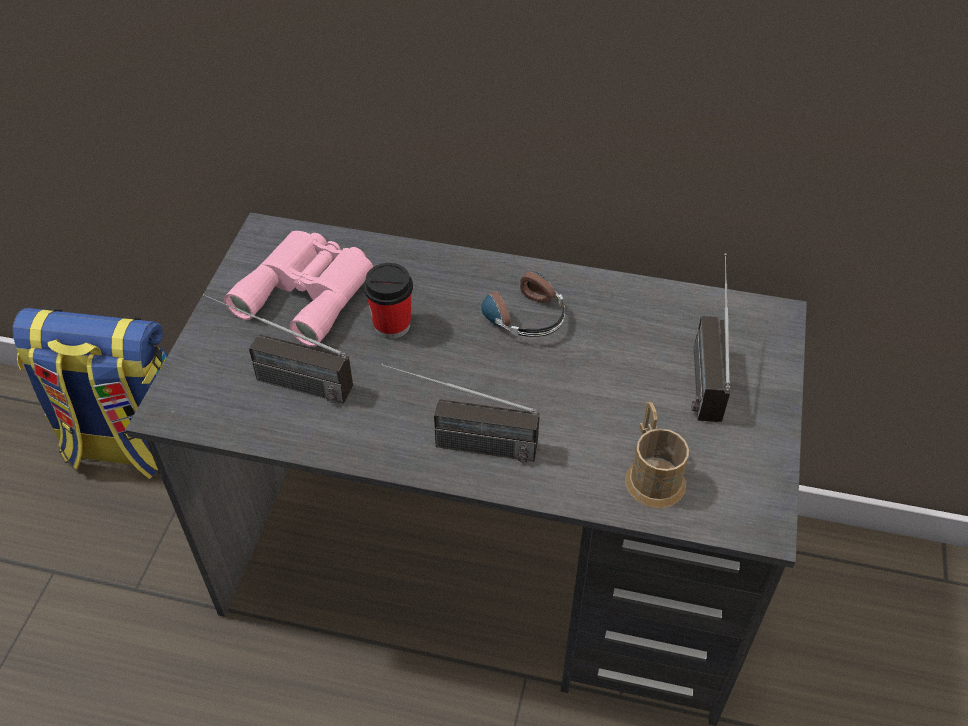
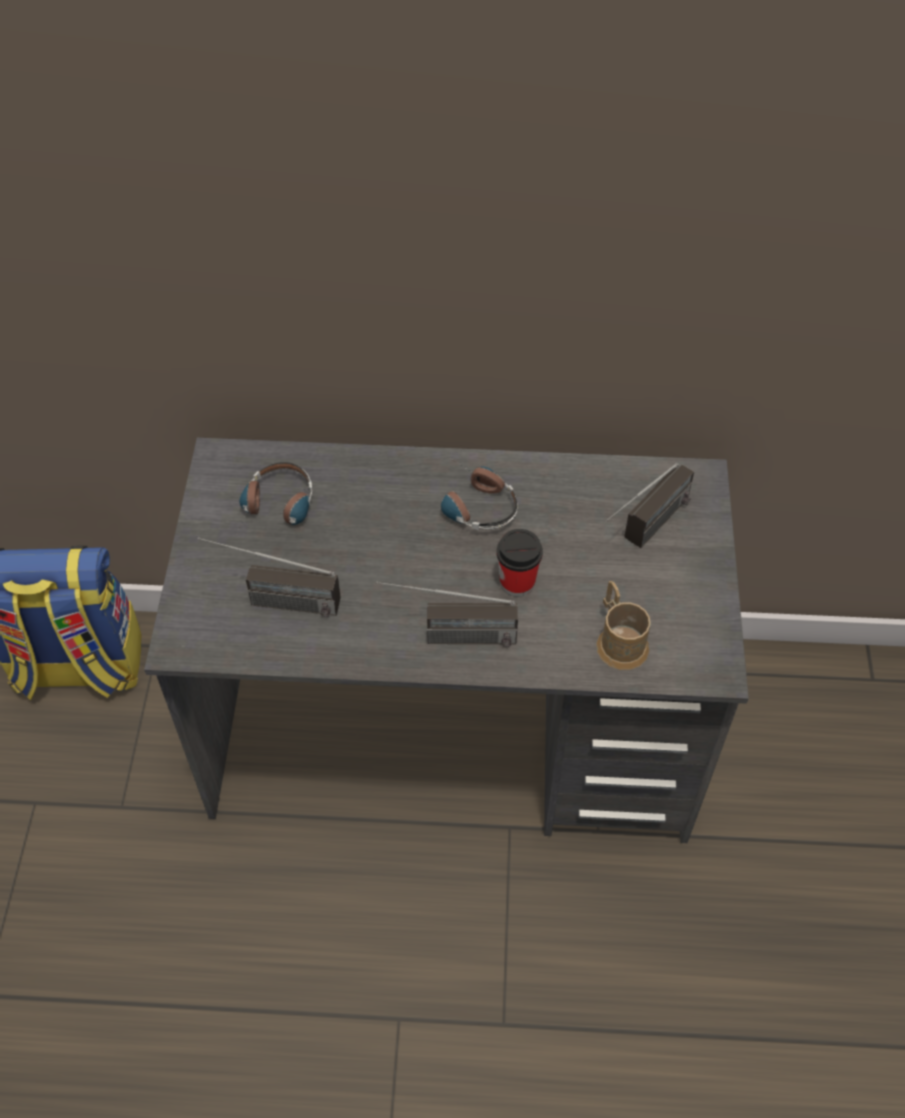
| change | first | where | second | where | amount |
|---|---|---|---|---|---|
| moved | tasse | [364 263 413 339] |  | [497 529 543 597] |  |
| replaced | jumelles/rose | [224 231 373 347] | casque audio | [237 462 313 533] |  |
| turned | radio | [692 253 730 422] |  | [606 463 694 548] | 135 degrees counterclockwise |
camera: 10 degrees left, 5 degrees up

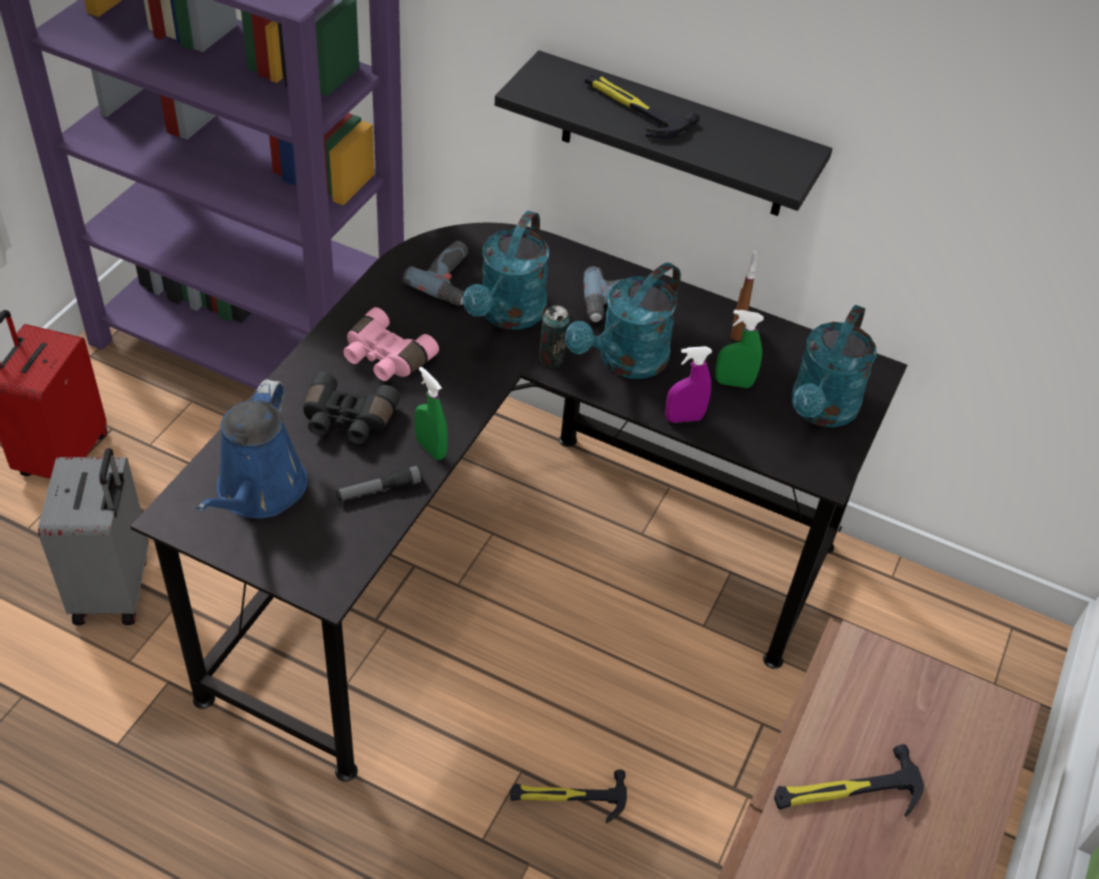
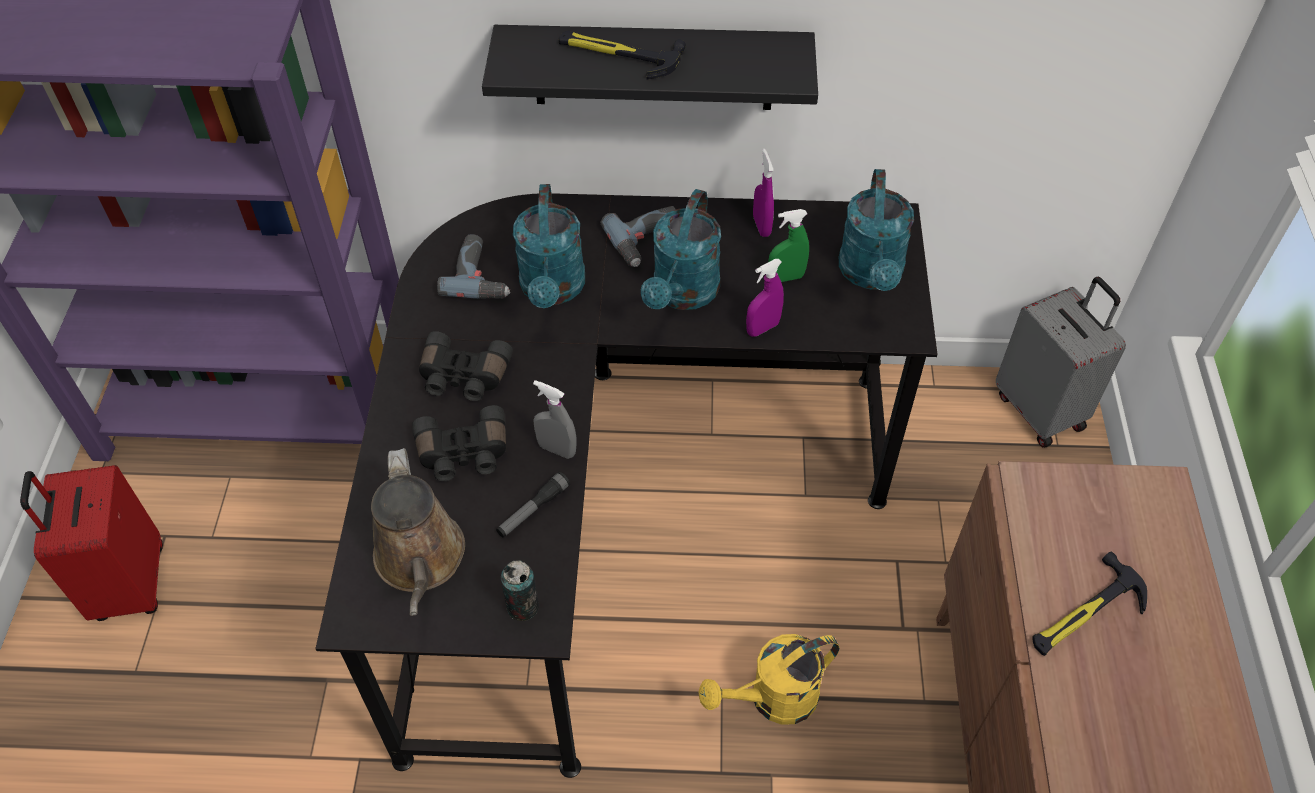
| change | first | where | second | where | amount |
|---|---|---|---|---|---|
| moved | valise/gris | [38 448 149 625] |  | [996 277 1126 447] |  |
| moved | boîte métallique | [539 305 570 367] |  | [501 560 539 621] |  |
| replaced | marteau | [510 770 627 823] | arrosoir/jaune | [698 634 839 725] |  |
| recoloured | arrosoir/bleu | [196 379 308 518] | arrosoir/marron | [371 448 465 616] |  |
| recoloured | jumelles/rose | [343 307 439 381] | jumelles/noir | [419 331 513 401] |  |
| recoloured | vaporisateur/vert | [415 367 448 460] | vaporisateur/gris | [533 380 577 459] |  |
| recoloured | vaporisateur/marron | [731 250 757 341] | vaporisateur/violet | [753 149 774 237] |  |
camera: 20 degrees left, 5 degrees up

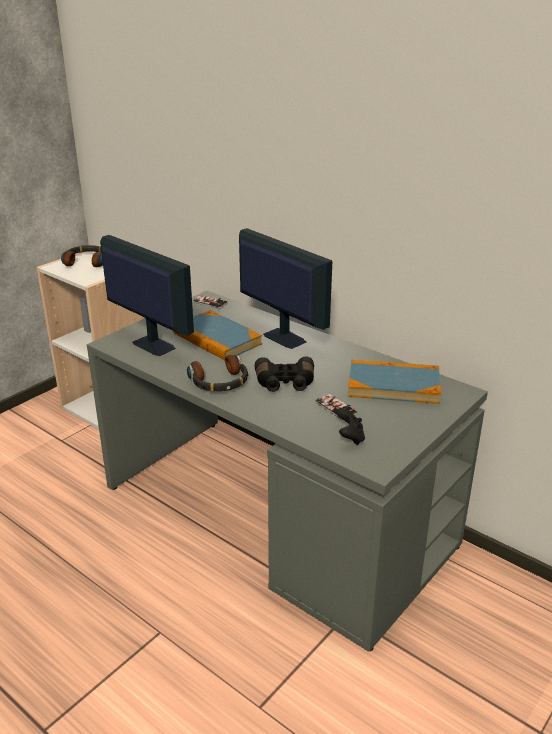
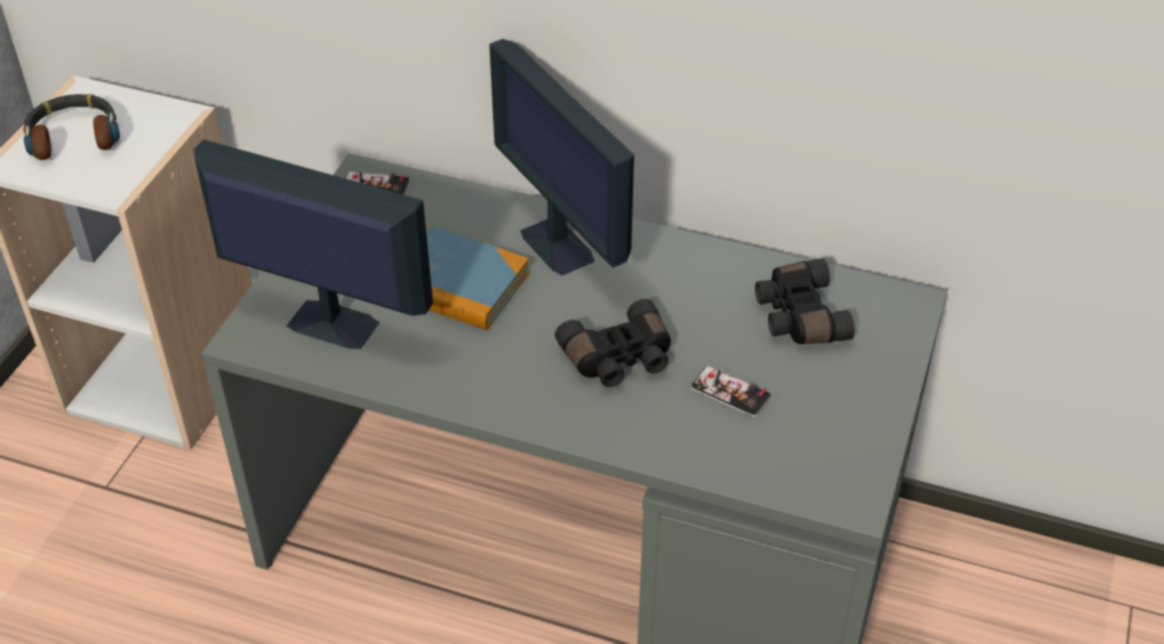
| change | first | where | second | where | amount |
|---|---|---|---|---|---|
| removed | casque audio | [187 355 248 392] |  |  |  |
| removed | manette/noir | [336 408 365 445] |  |  |  |
| replaced | livre | [348 360 441 404] | jumelles/noir | [755 258 855 344] |  |
| turned | écran d'ordinateur | [239 228 332 349] |  | [489 39 634 276] | 150 degrees counterclockwise |
camera: 20 degrees left, 15 degrees up

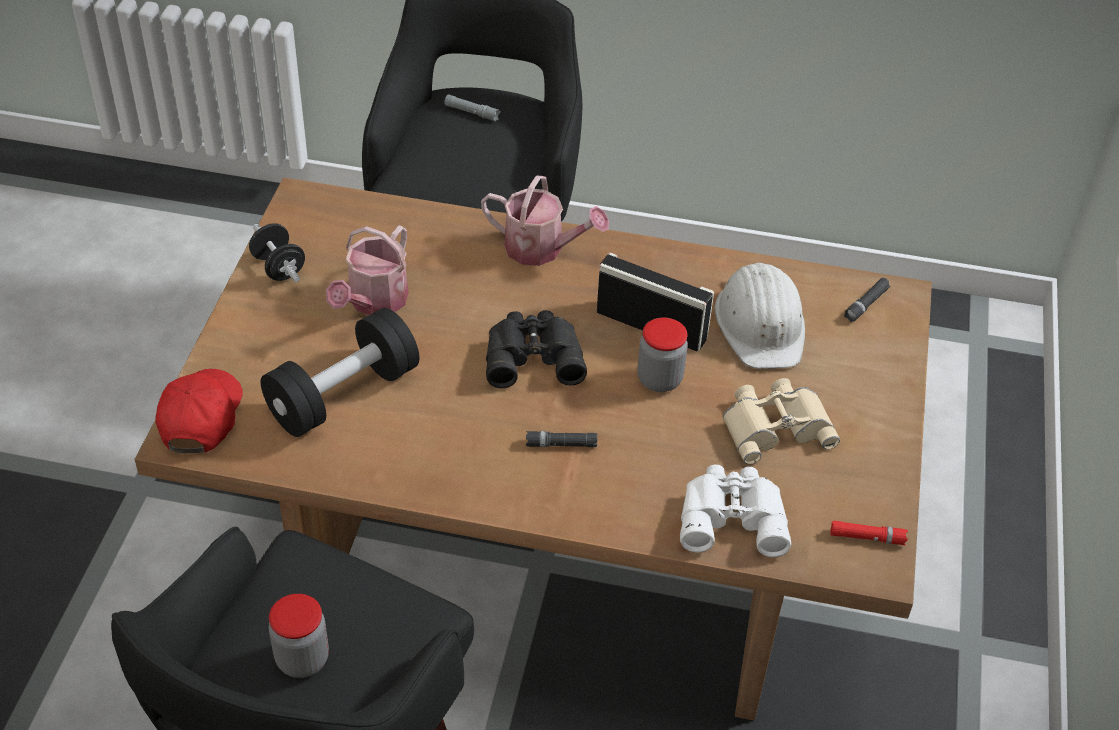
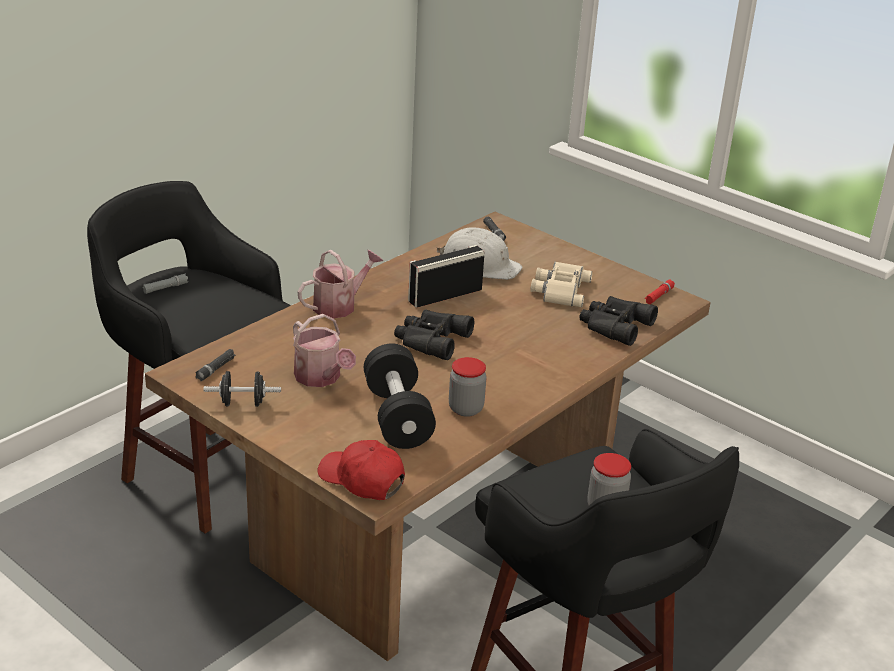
| change | first | where | second | where | amount |
|---|---|---|---|---|---|
| moved | lampe de poche/noir | [526 431 597 447] |  | [195 349 235 381] |  |
| moved | bocal | [637 318 688 392] |  | [449 357 487 417] |  |
| recoloured | jumelles/blanc | [680 465 791 557] | jumelles/noir | [579 296 658 346] |  |
camera: 60 degrees left, 15 degrees down

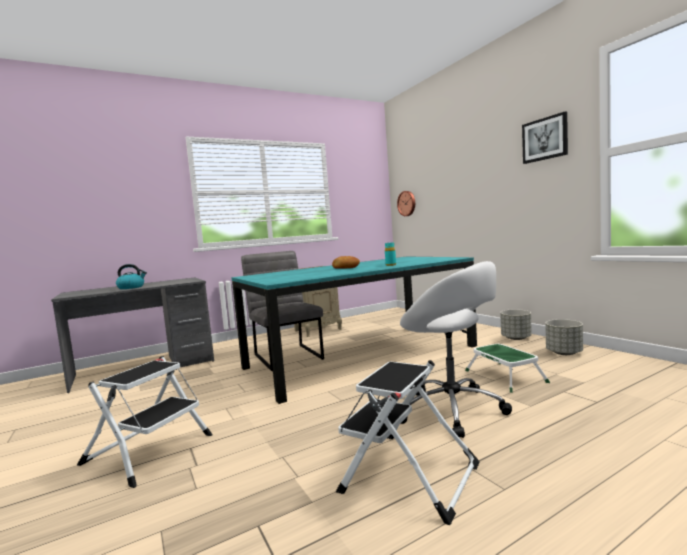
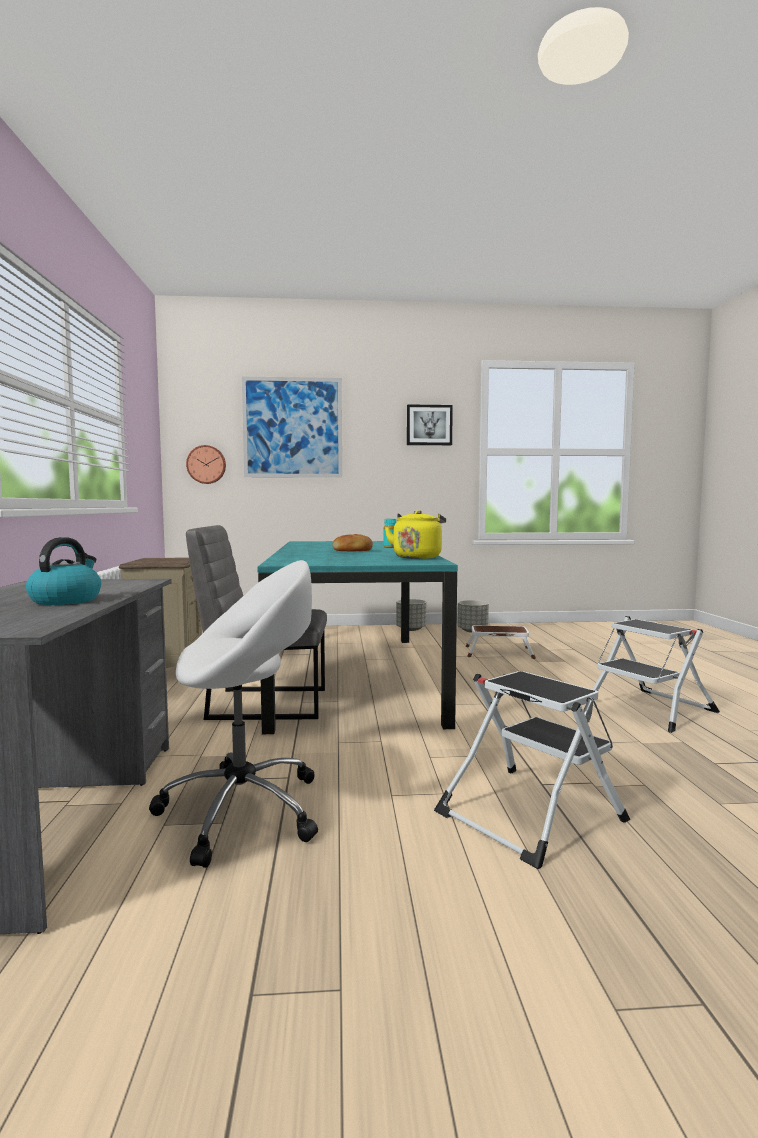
| change | first | where | second | where | amount |
|---|---|---|---|---|---|
| added |  |  | tableau | [242 376 342 478] |  |
| added |  |  | bouilloire/jaune | [385 510 446 559] |  |
| moved | chaise de bureau/blanc | [400 261 512 438] |  | [149 560 318 868] |  |
| recoloured | escabeau/vert | [465 344 550 393] | escabeau/marron | [465 625 536 659] |  |
camera: 65 degrees left, 0 degrees up

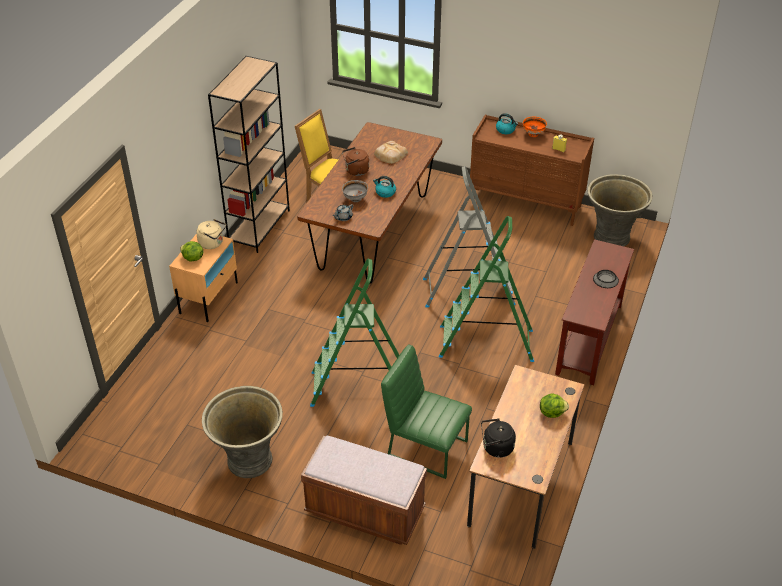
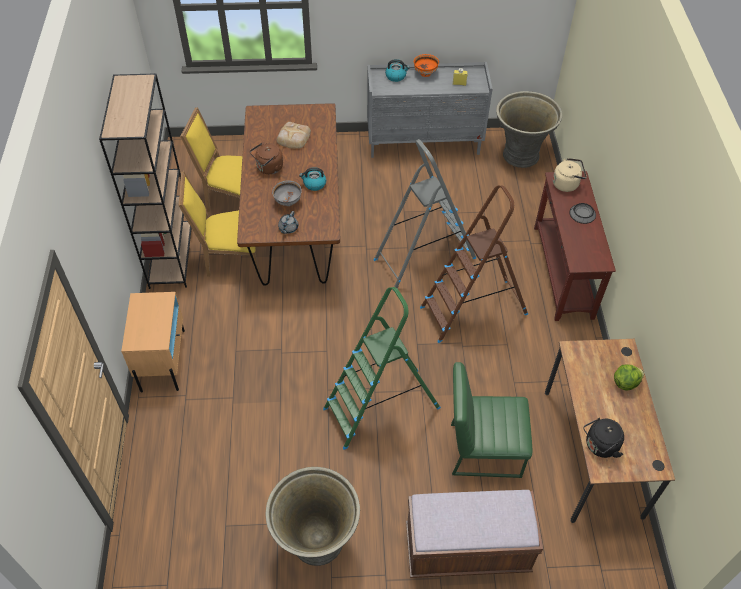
| change | first | where | second | where | amount |
|---|---|---|---|---|---|
| removed | laitue | [180 241 203 261] |  |  |  |
| added |  |  | chaise/jaune | [179 171 261 278] |  |
| moved | bouilloire/beige | [196 219 226 249] |  | [553 158 587 192] |  |
| recoloured | escabeau/vert | [439 216 534 362] | escabeau/marron | [420 186 528 343] |  |
| recoloured | meuble de rangement/marron | [469 115 594 226] | meuble de rangement/gris | [367 62 493 158] |  |
camera: 25 degrees left, 10 degrees up

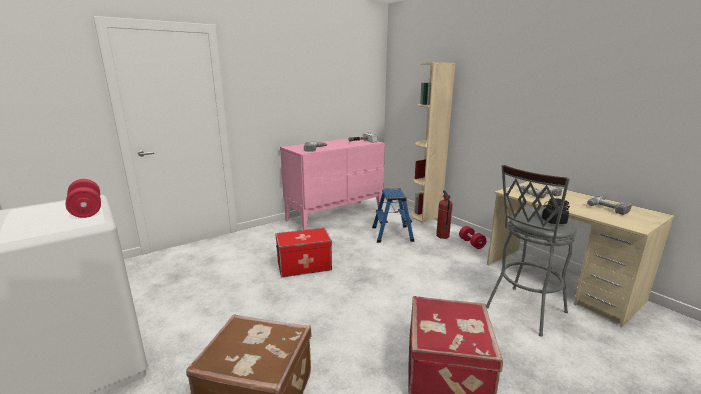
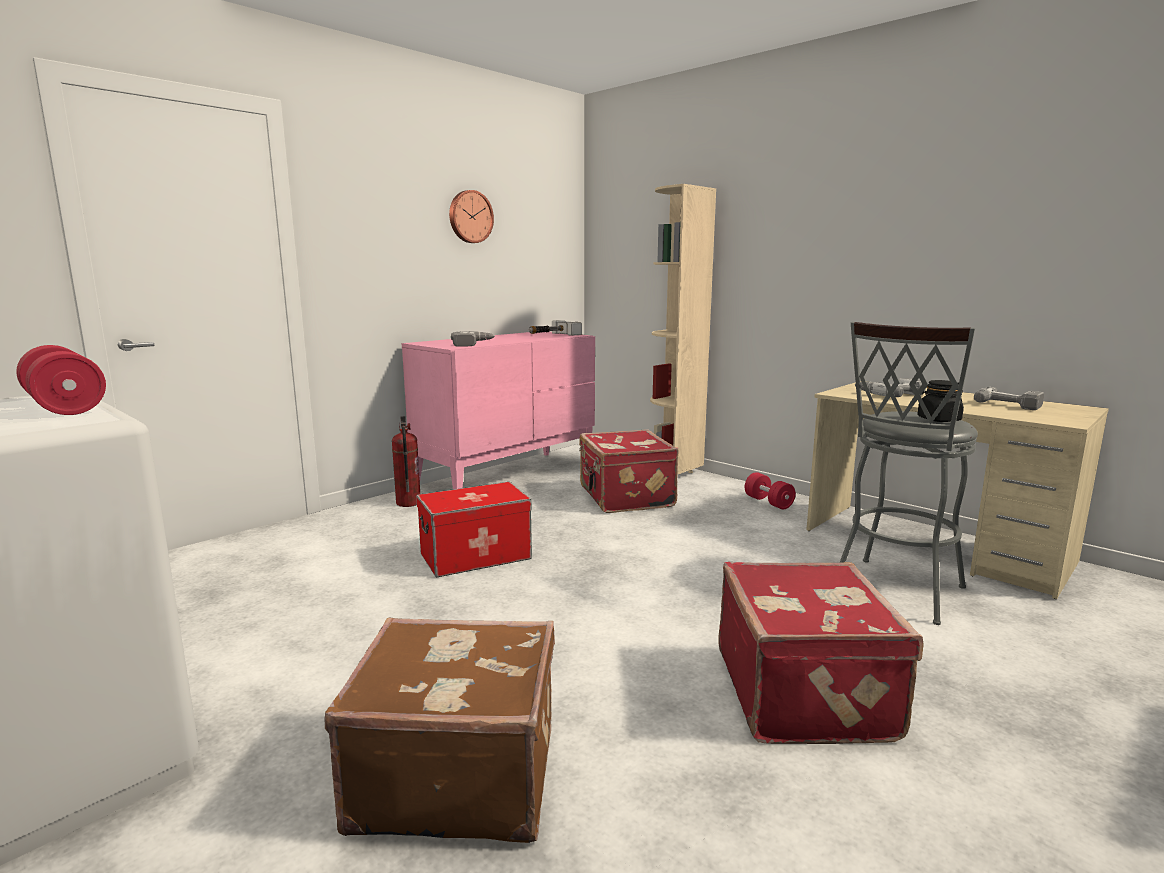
| change | first | where | second | where | amount |
|---|---|---|---|---|---|
| added |  |  | horloge murale | [449 190 494 243] |  |
| moved | extincteur | [436 191 453 239] |  | [392 416 420 507] |  |
| replaced | escabeau/bleu | [372 189 414 243] | valise/rouge | [579 429 679 513] |  |
camera: 10 degrees left, 5 degrees down

